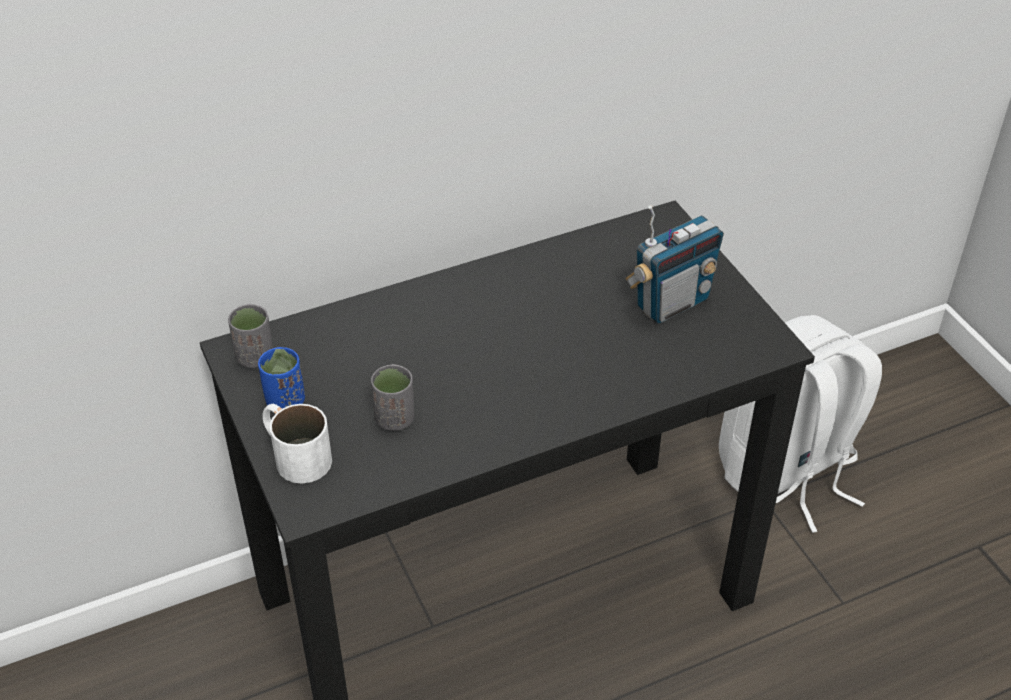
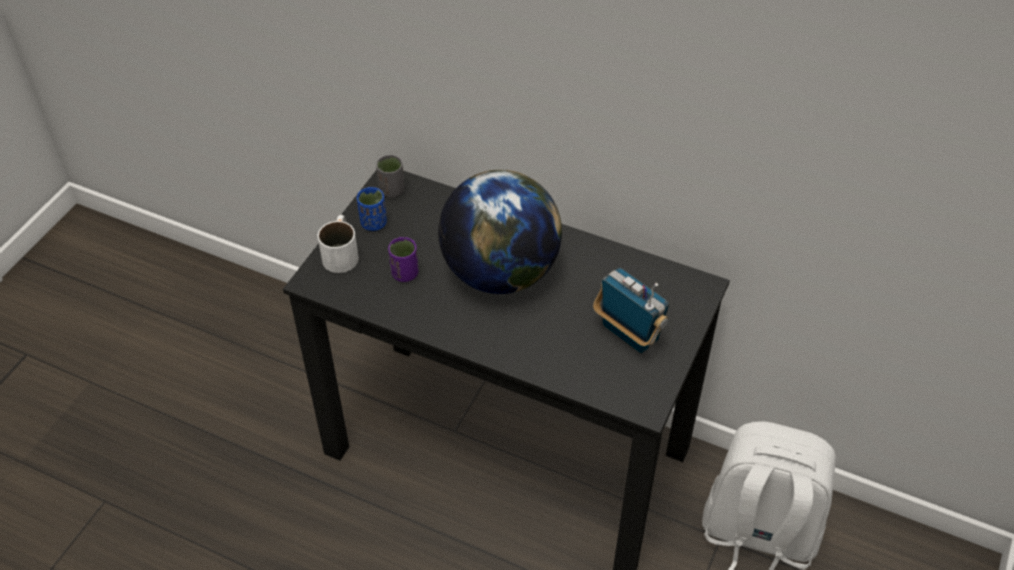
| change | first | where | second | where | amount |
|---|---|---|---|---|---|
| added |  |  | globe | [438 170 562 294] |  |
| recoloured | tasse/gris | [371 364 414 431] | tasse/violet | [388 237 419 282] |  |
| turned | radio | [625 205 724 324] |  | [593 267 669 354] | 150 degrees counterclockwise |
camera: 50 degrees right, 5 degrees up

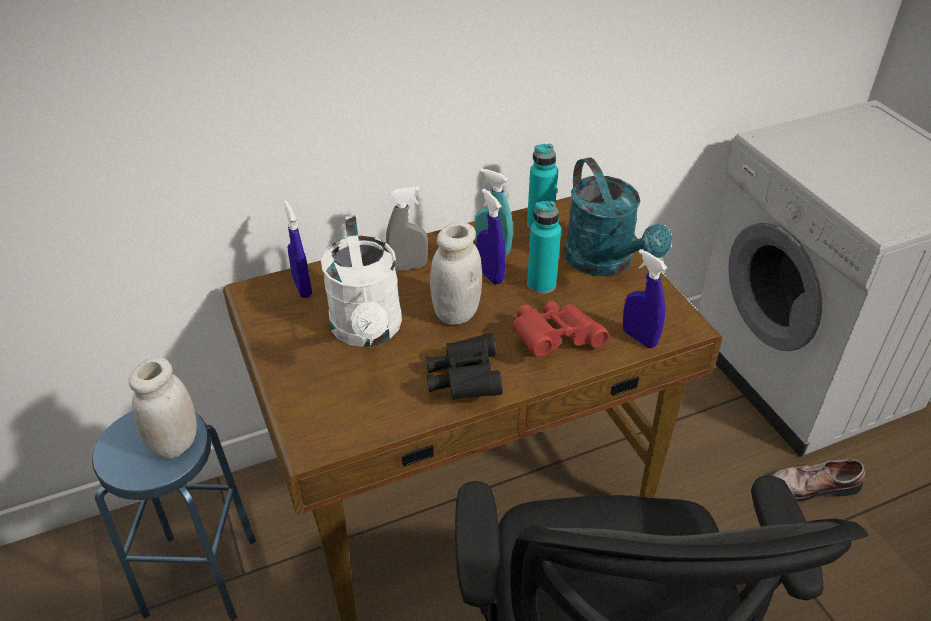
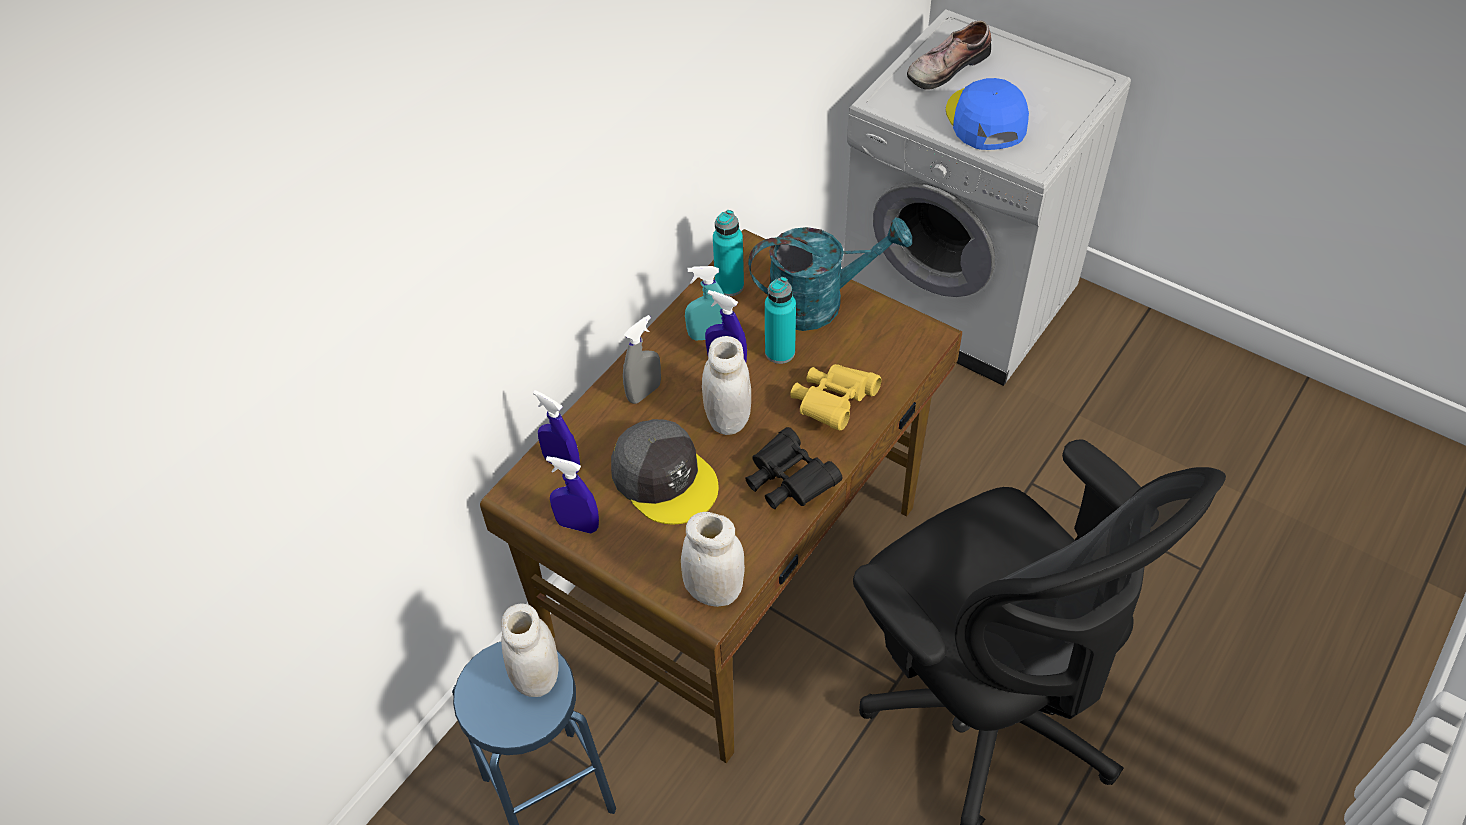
| change | first | where | second | where | amount |
|---|---|---|---|---|---|
| added |  |  | bocal/blanc | [681 512 745 607] |  |
| added |  |  | casquette/bleu | [946 78 1029 150] |  |
| moved | vaporisateur/bleu | [623 249 667 348] |  | [546 456 599 534] |  |
| moved | chaussure | [771 459 865 502] |  | [907 20 991 90] |  |
| replaced | arrosoir/blanc | [321 215 402 347] | casquette/gris | [611 419 719 525] |  |
| recoloured | jumelles/rouge | [512 301 609 357] | jumelles/jaune | [790 364 881 431] |  |
| turned | arrosoir/turquoise | [565 157 672 276] |  | [748 217 912 331] | 45 degrees counterclockwise |
camera: 30 degrees left, 10 degrees up

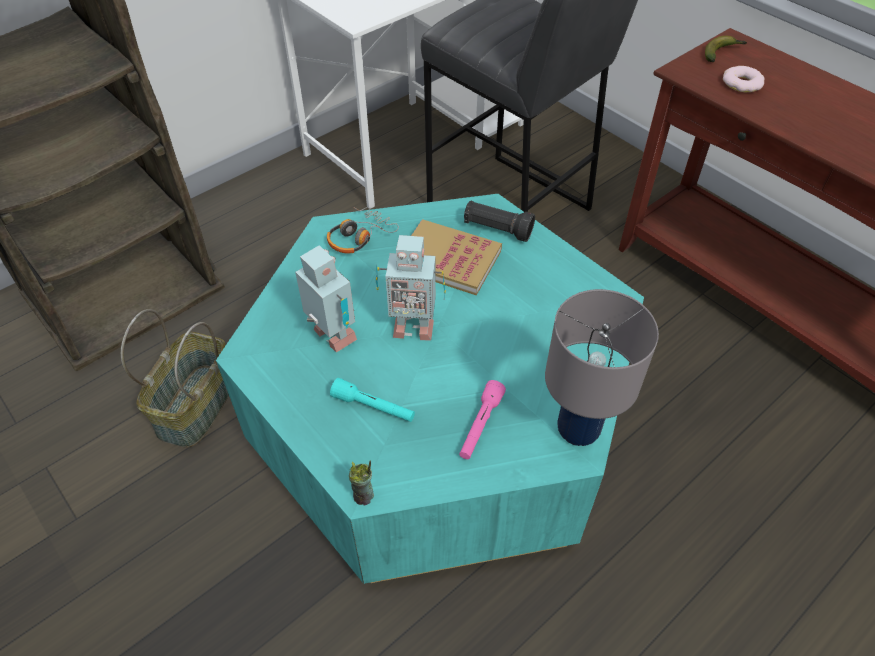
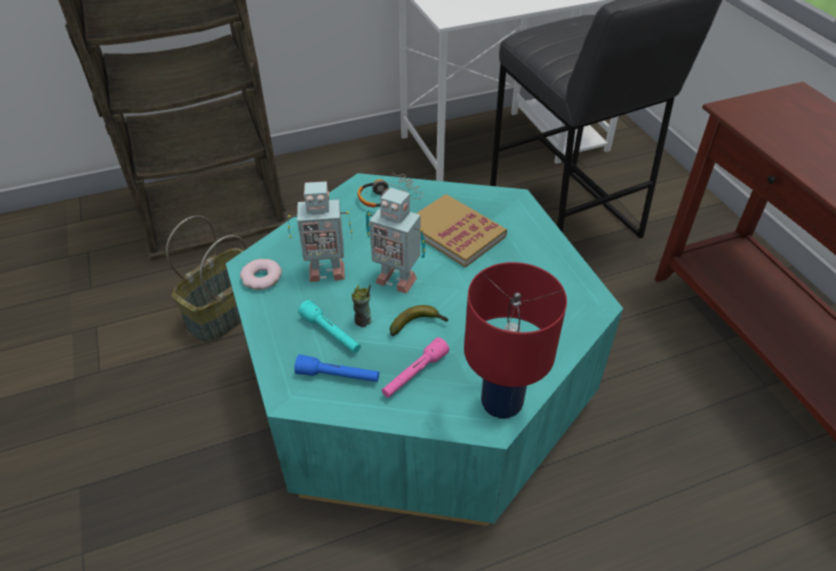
| change | first | where | second | where | amount |
|---|---|---|---|---|---|
| removed | lampe de poche/noir | [464 201 535 242] |  |  |  |
| added |  |  | lampe de poche/bleu | [294 354 379 382] |  |
| moved | tasse | [349 460 374 505] |  | [351 285 372 327] |  |
| moved | banane | [705 36 747 62] |  | [390 305 449 336] |  |
| moved | beignet | [723 66 764 92] |  | [240 259 282 290] |  |
| recoloured | lampe de table/gris | [545 289 659 446] | lampe de table/rouge | [464 262 567 419] |  |
| turned | robot jouet | [295 245 357 353] |  | [287 181 352 282] | 105 degrees clockwise |
camera: 20 degrees right, 5 degrees down

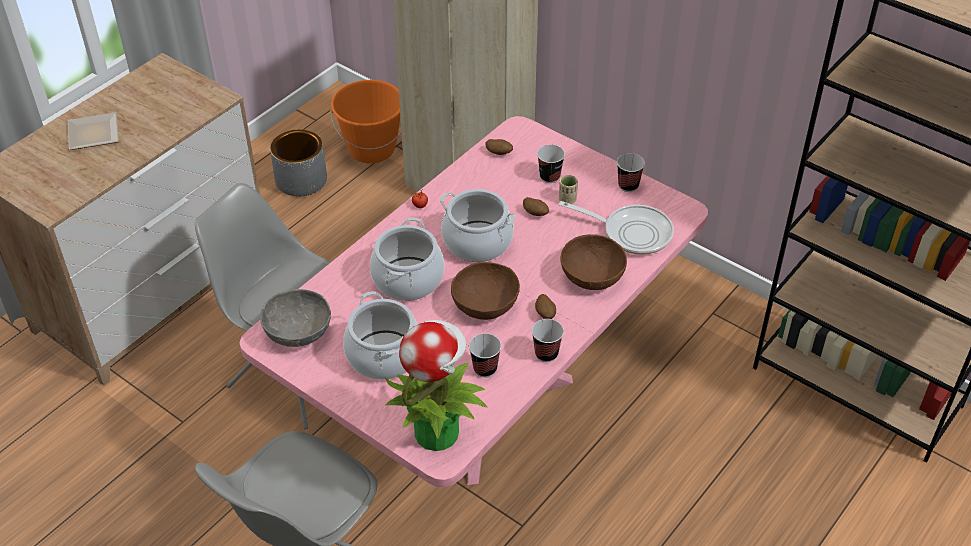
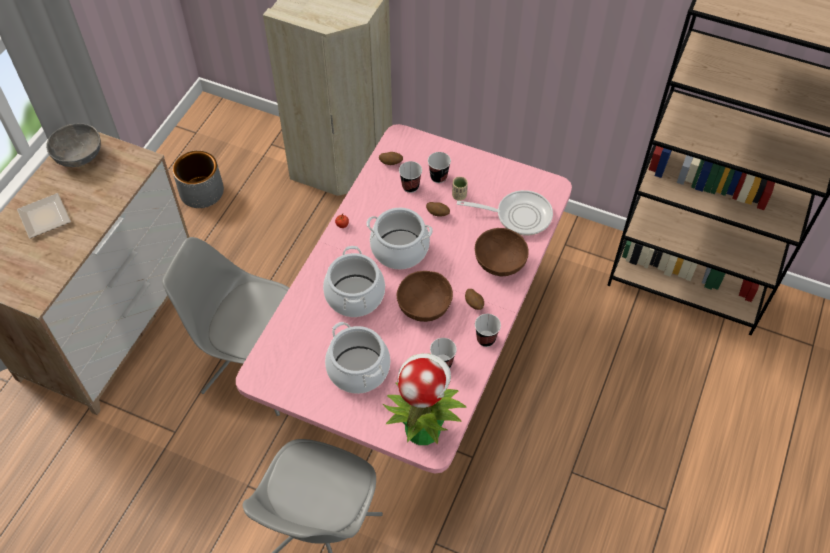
| change | first | where | second | where | amount |
|---|---|---|---|---|---|
| removed | seau/orange | [330 80 401 164] |  |  |  |
| moved | bol/gris | [260 289 331 347] |  | [46 123 101 167] |  |
| moved | tasse | [617 153 645 192] |  | [399 161 422 193] |  |
camera: 15 degrees left, 10 degrees up

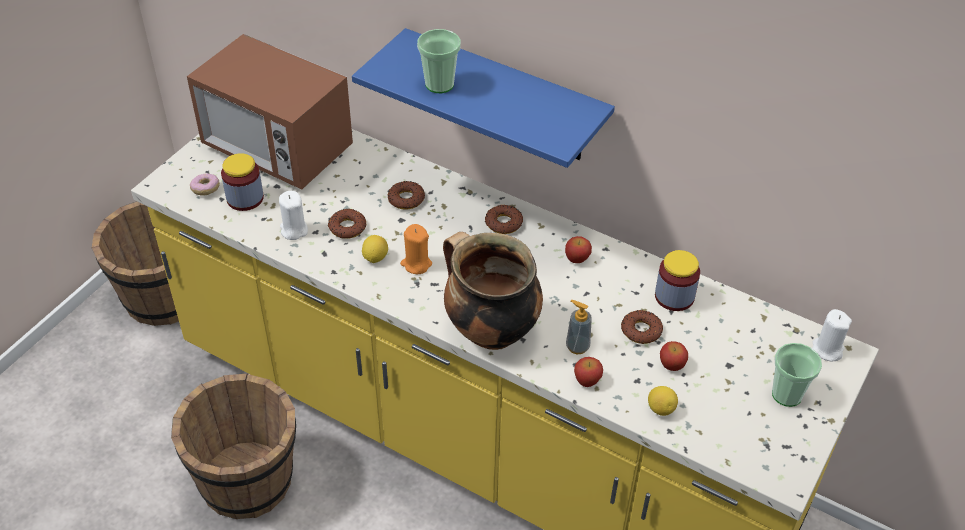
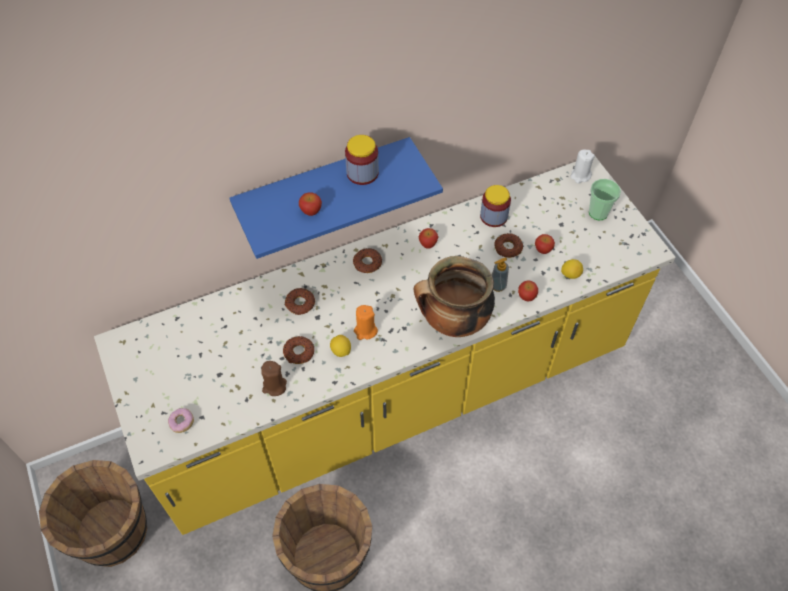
| change | first | where | second | where | amount |
|---|---|---|---|---|---|
| removed | micro-ondes | [187 34 353 189] |  |  |  |
| moved | bocal | [221 153 264 211] |  | [345 135 379 185] |  |
| replaced | tasse | [417 29 461 93] | pomme | [299 192 322 216] |  |
| recoloured | bougie/blanc | [279 191 308 240] | bougie/marron | [261 361 287 396] |  |
camera: 55 degrees left, 10 degrees up

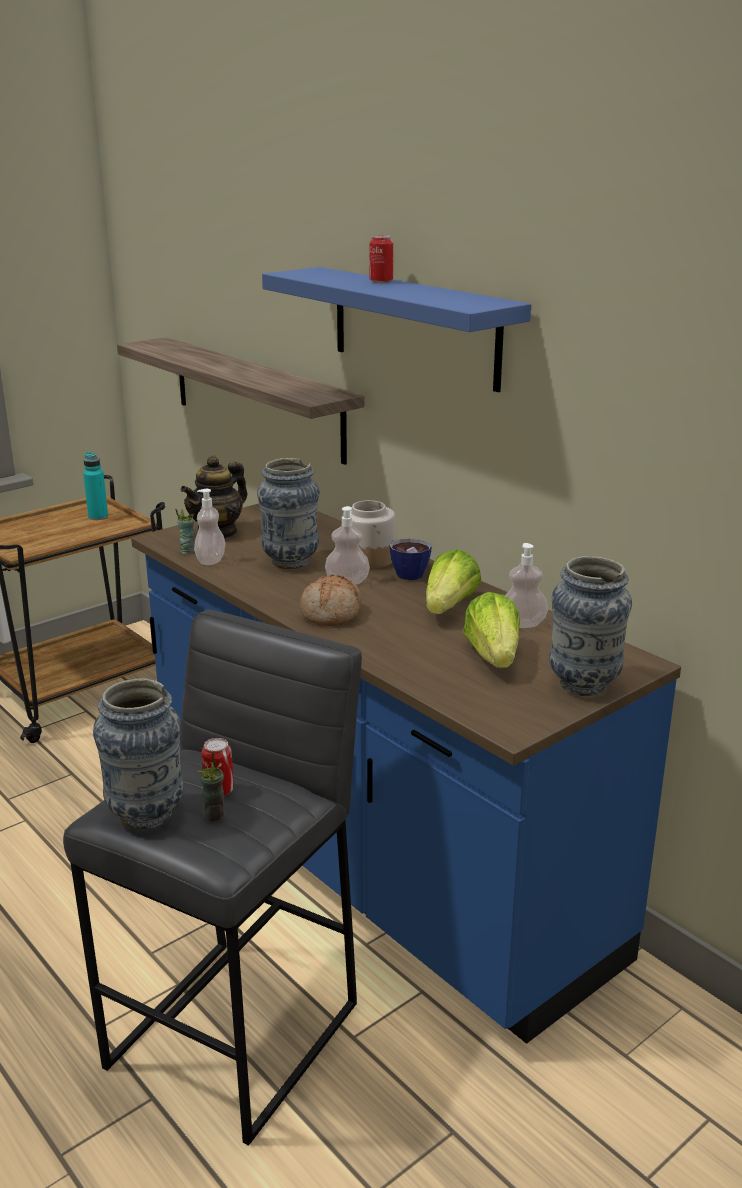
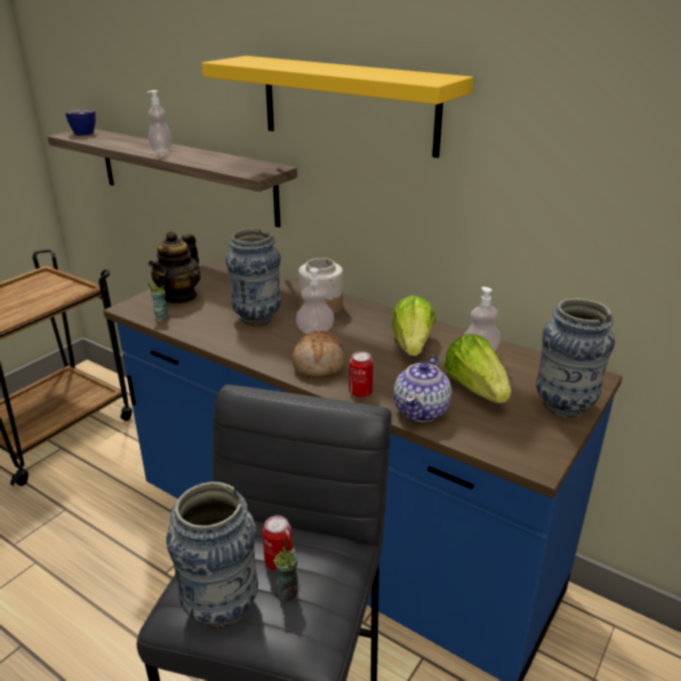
| change | first | where | second | where | amount |
|---|---|---|---|---|---|
| removed | bouteille/turquoise | [83 452 108 520] |  |  |  |
| added |  |  | théière | [393 355 452 422] |  |
| moved | distributeur de savon | [194 489 225 565] |  | [147 90 172 153] |  |
| moved | boîte métallique | [369 235 393 283] |  | [349 351 373 397] |  |
| moved | tasse | [390 538 432 580] |  | [65 109 95 135] |  |
| recoloured | étagère/bleu | [262 267 531 392] | étagère/jaune | [202 56 474 158] |  |
camera: 15 degrees left, 5 degrees up

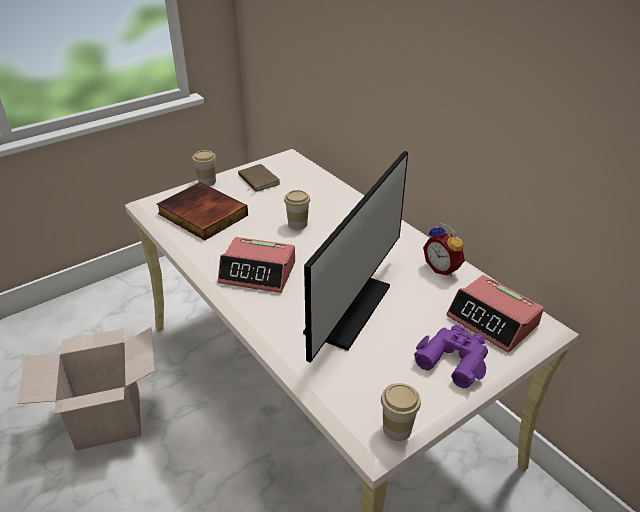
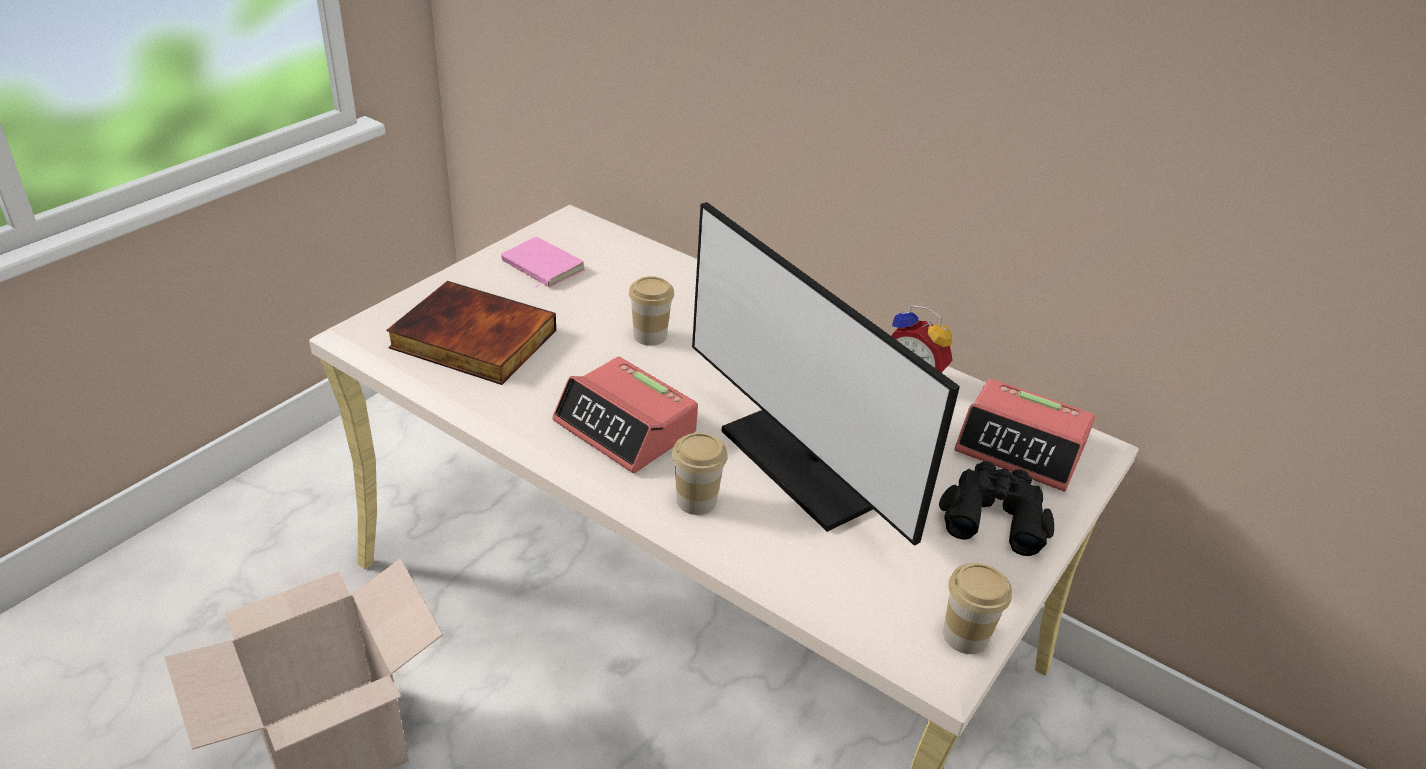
| change | first | where | second | where | amount |
|---|---|---|---|---|---|
| moved | tasse | [192 150 216 186] |  | [672 433 727 515] |  |
| recoloured | livre/marron | [238 164 280 192] | livre/rose | [501 237 585 288] |  |
| recoloured | jumelles/violet | [414 325 488 388] | jumelles/noir | [939 461 1054 556] |  |
| turned | réveil | [218 237 295 293] |  | [552 357 698 473] | 45 degrees clockwise |
| turned | écran d'ordinateur | [303 151 408 363] |  | [692 202 960 546] | 135 degrees clockwise |
camera: 20 degrees left, 0 degrees up

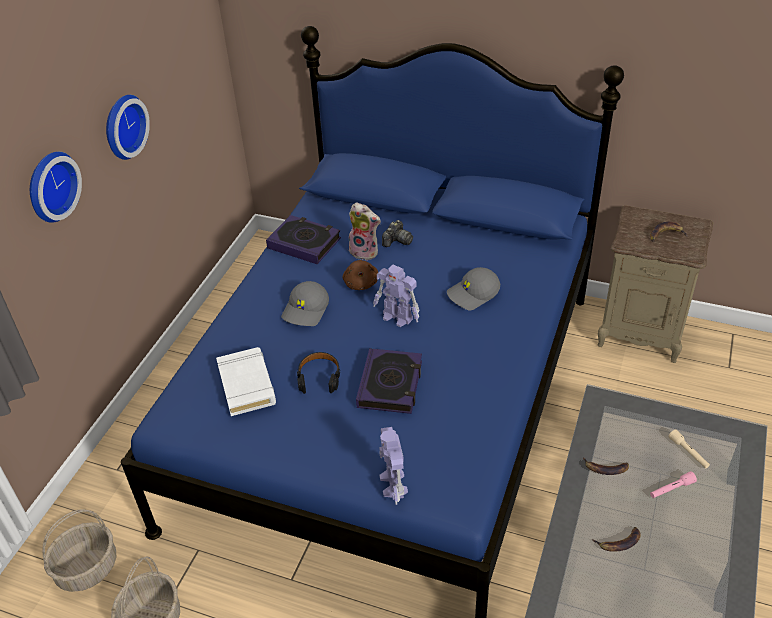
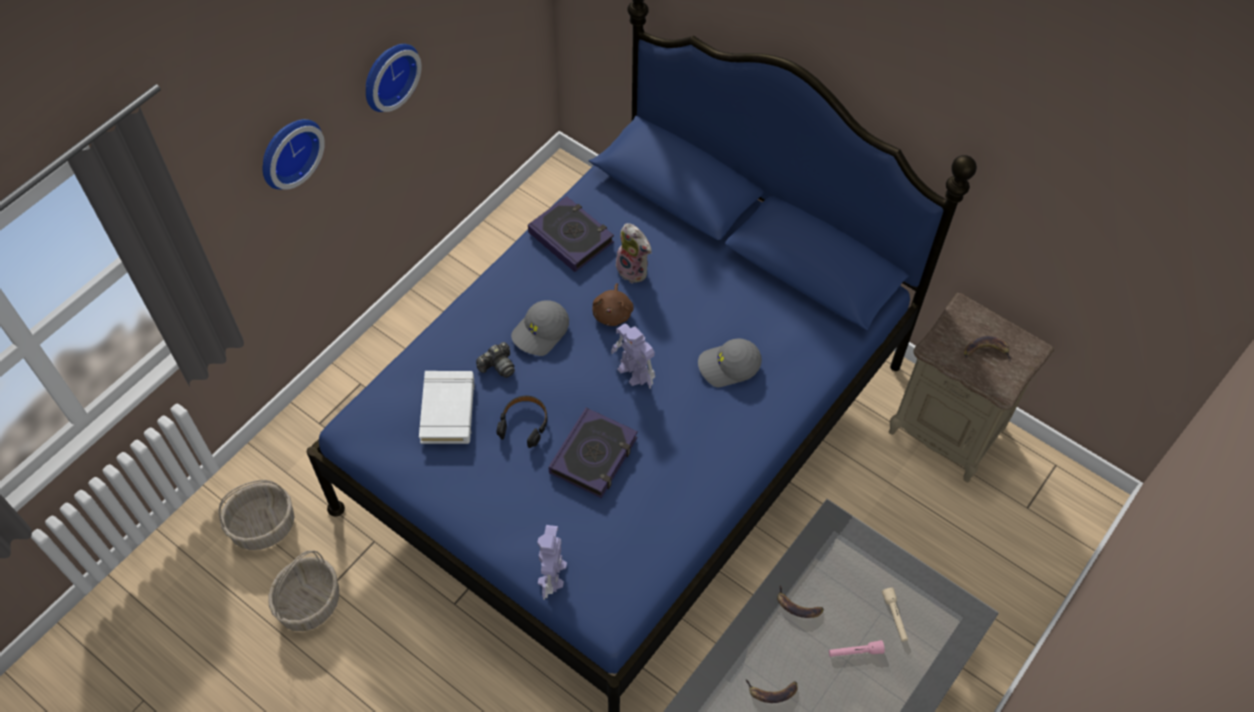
| change | first | where | second | where | amount |
|---|---|---|---|---|---|
| moved | appareil photo | [382 220 413 247] |  | [476 342 515 378] |  |
camera: 15 degrees right, 15 degrees up

